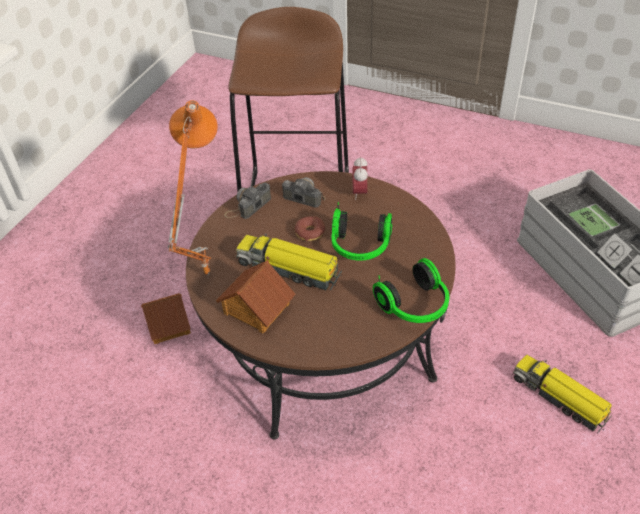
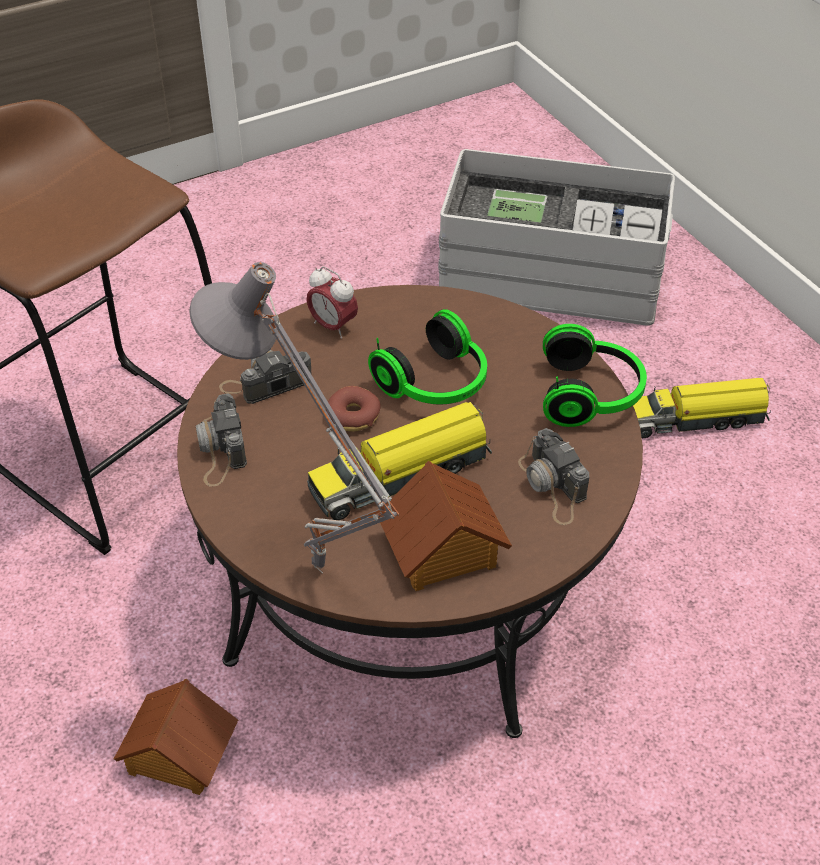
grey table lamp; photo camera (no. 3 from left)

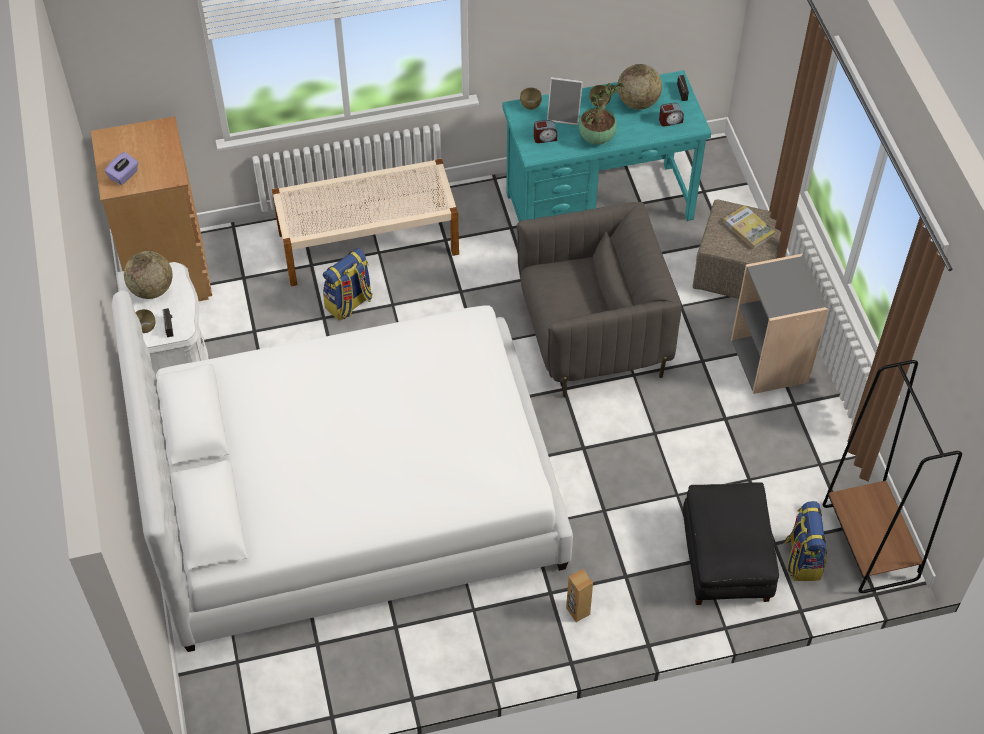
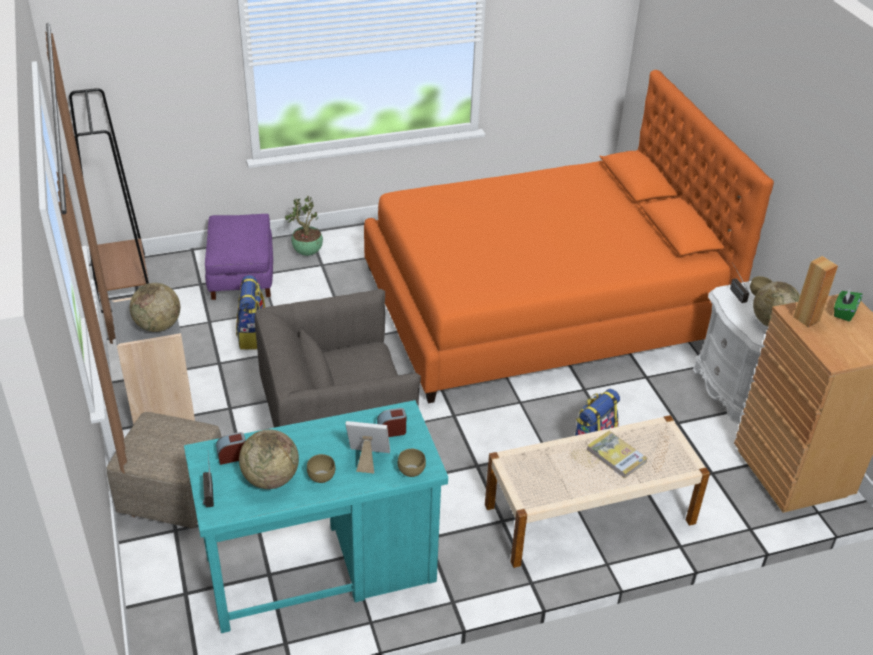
green tissue box; orange bed; brown speaker; potted plant; purple ottoman; book; backpack (no. 1 from left); globe (no. 1 from left)

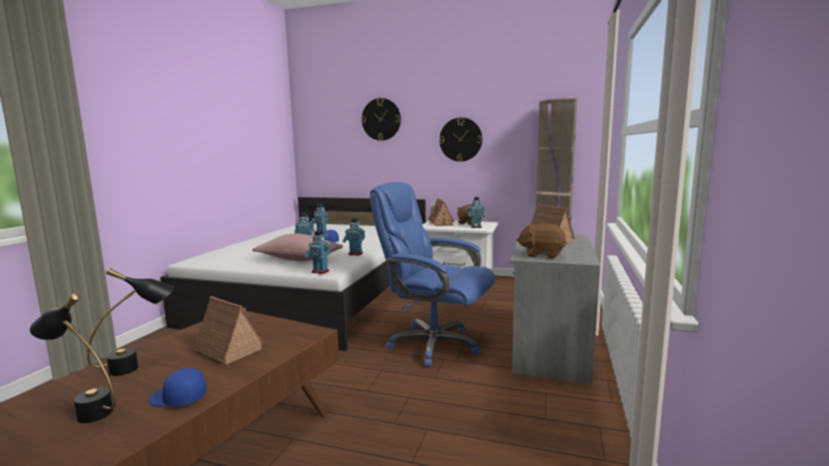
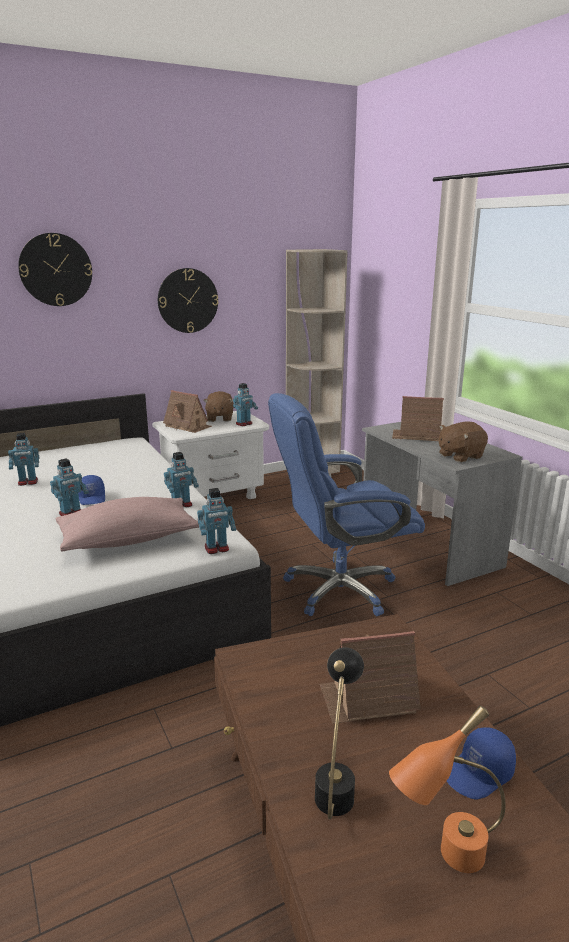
orange table lamp

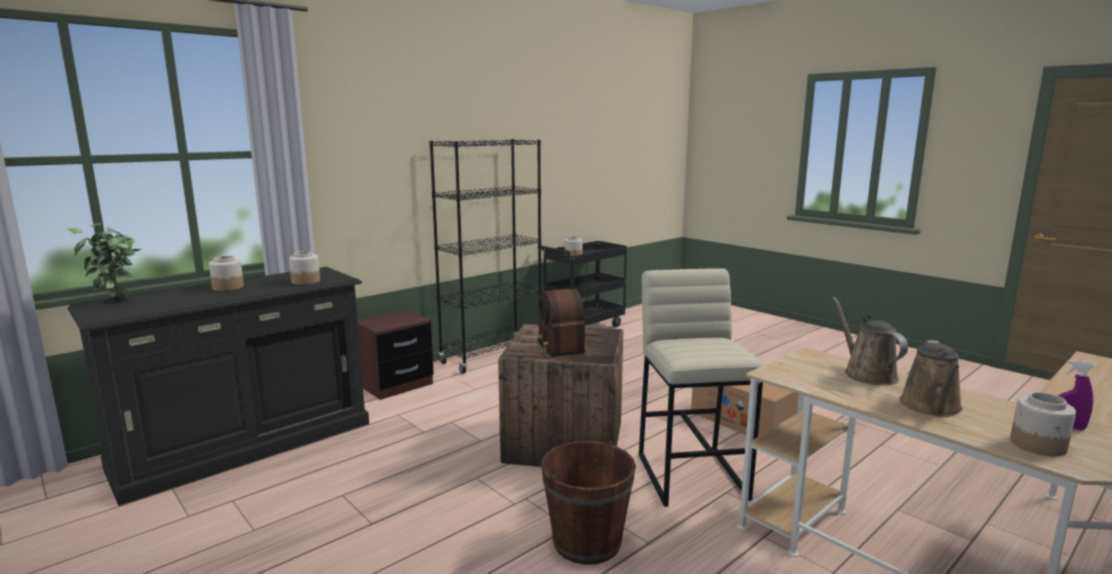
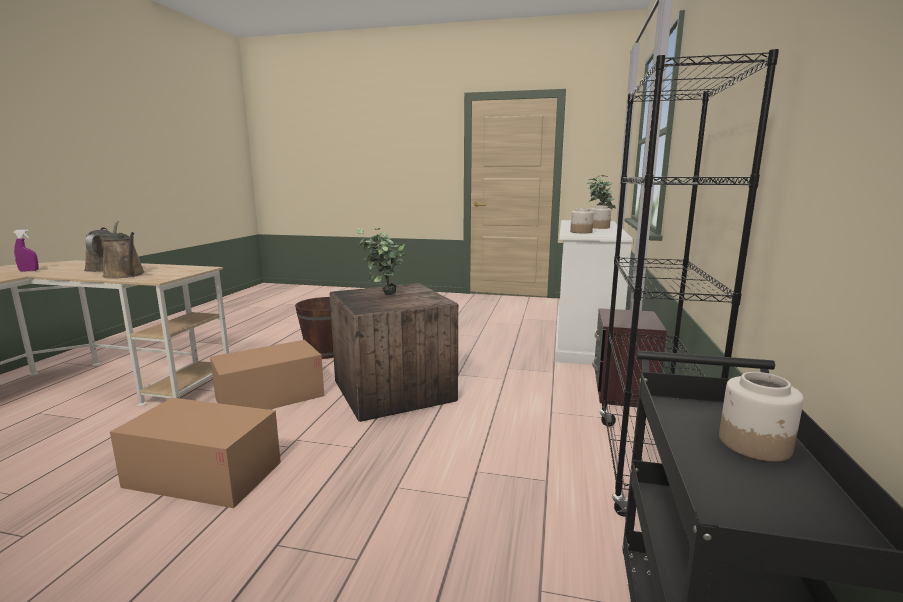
white cabinet; potted plant (no. 1 from left); cardboard box (no. 2 from left); jar (no. 4 from left in the first image)

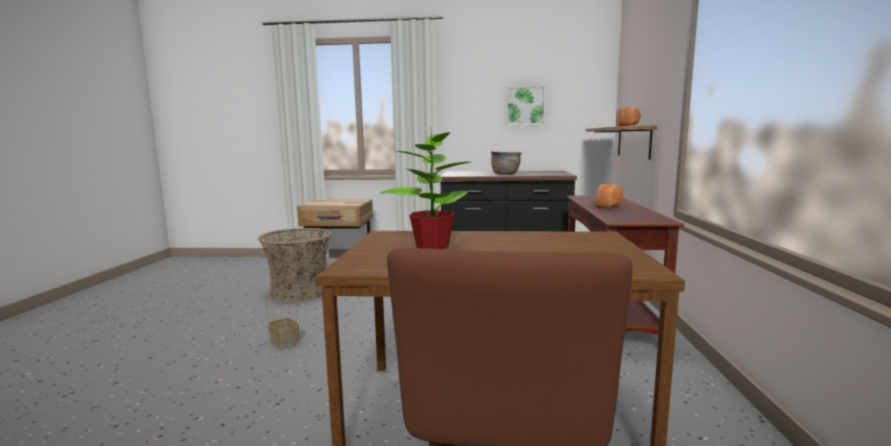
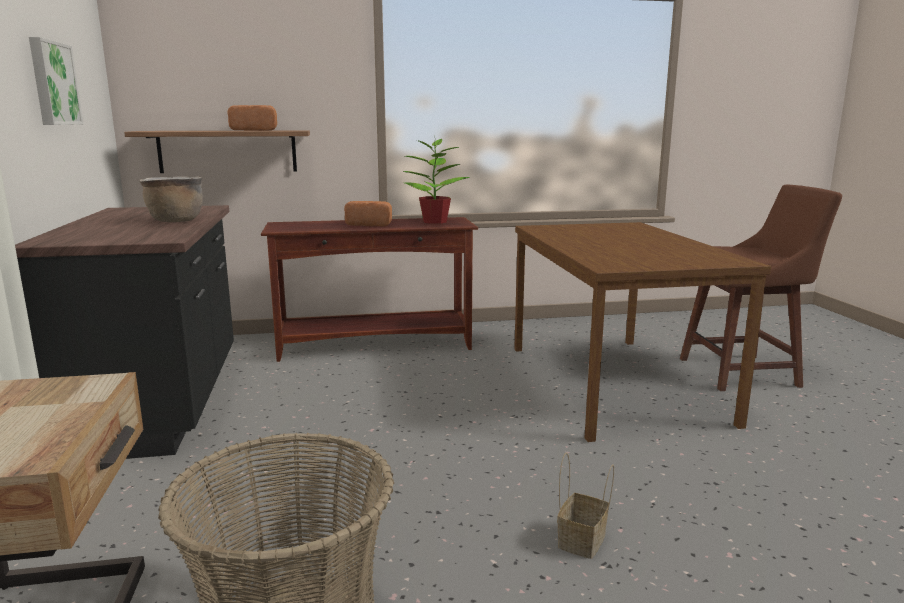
potted plant

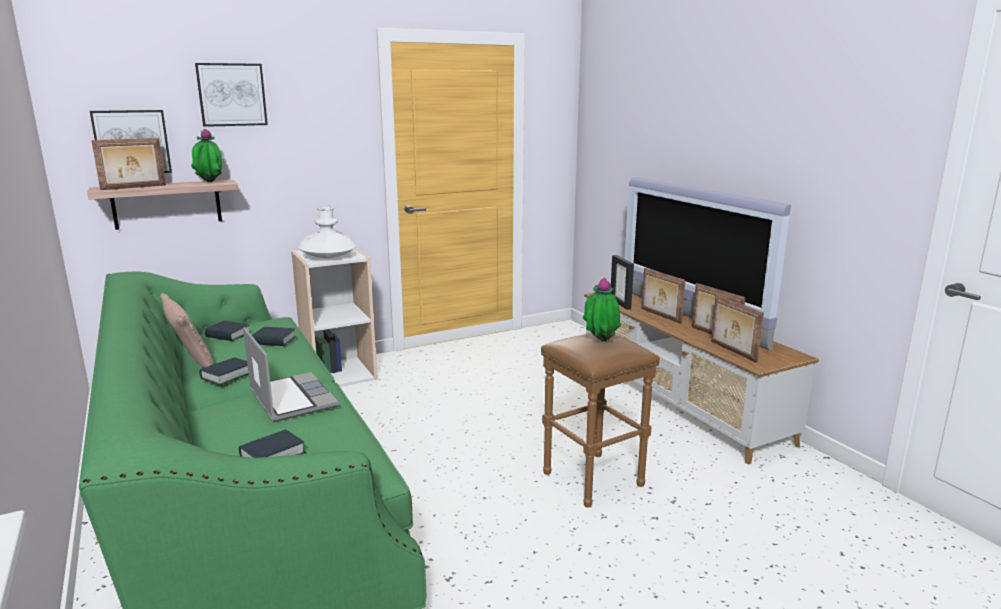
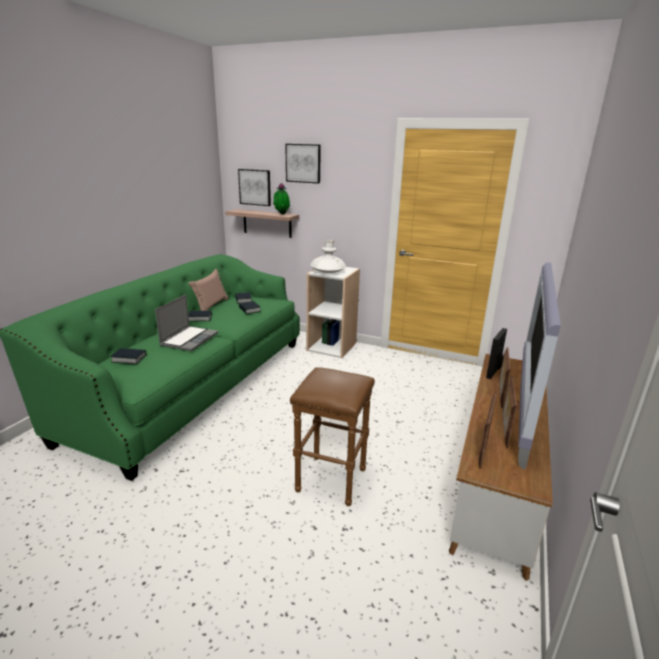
picture frame (no. 1 from left in the first image); potted plant (no. 2 from left in the first image)

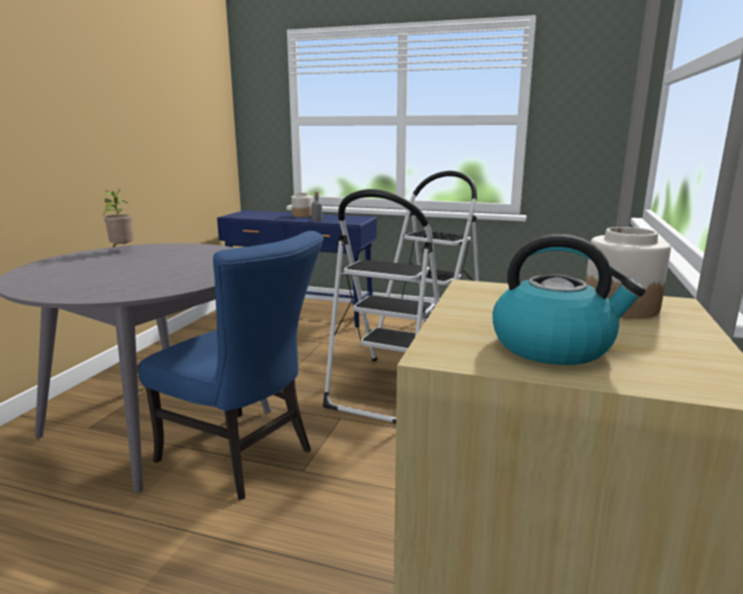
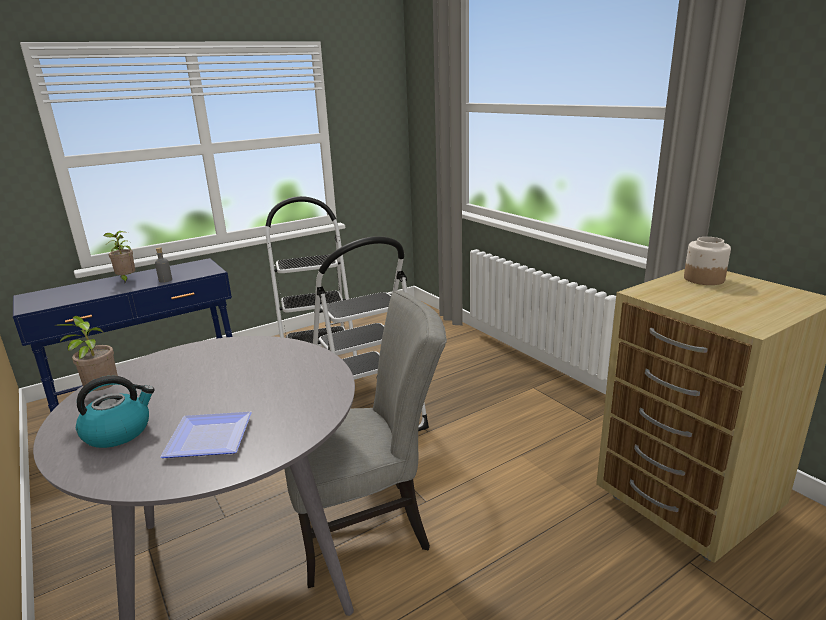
grey chair; potted plant (no. 2 from left); kettle; plate

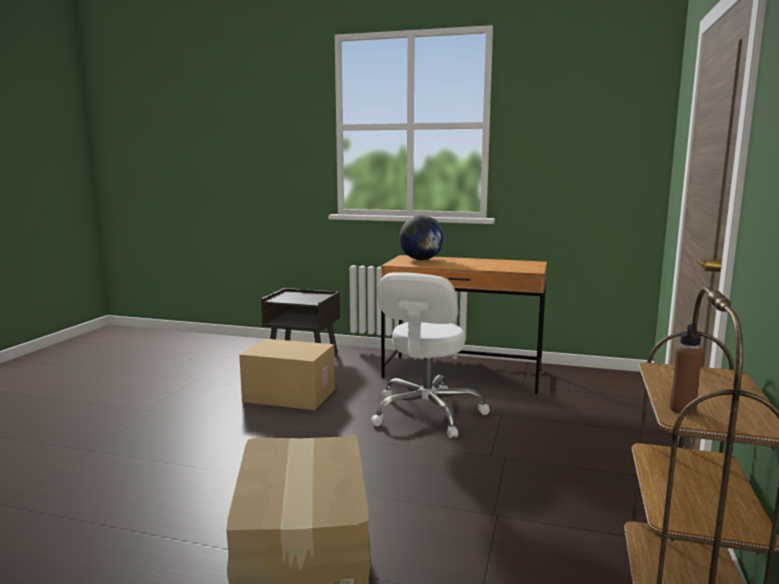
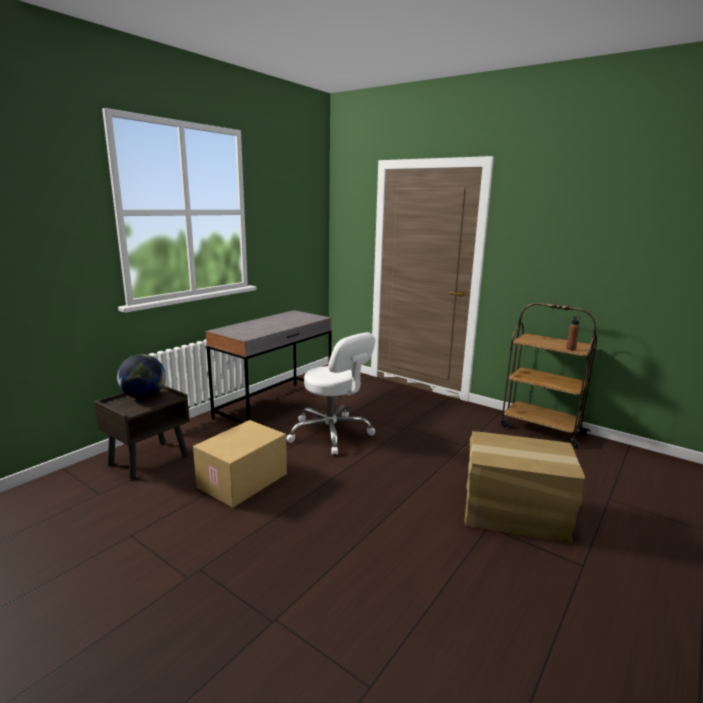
grey desk; globe

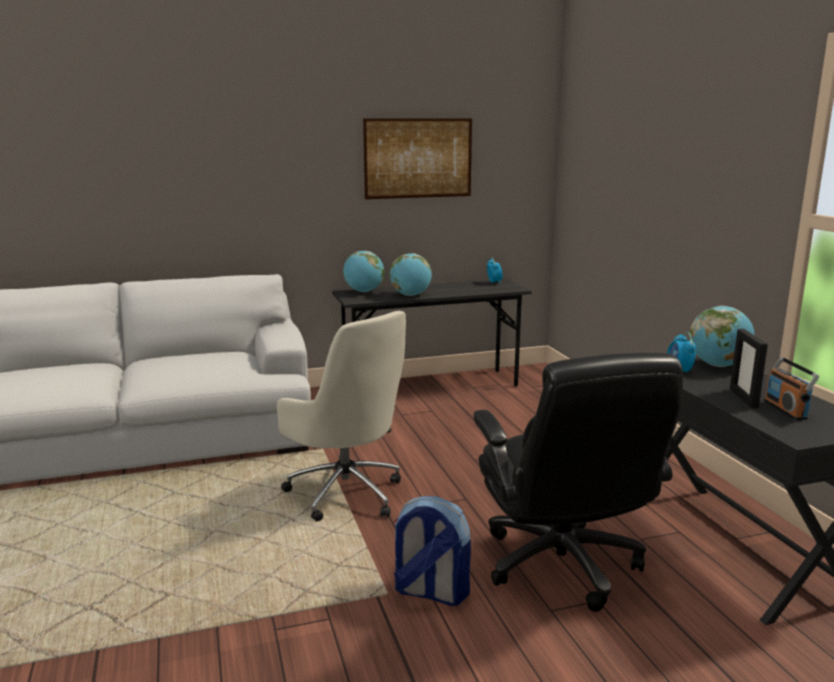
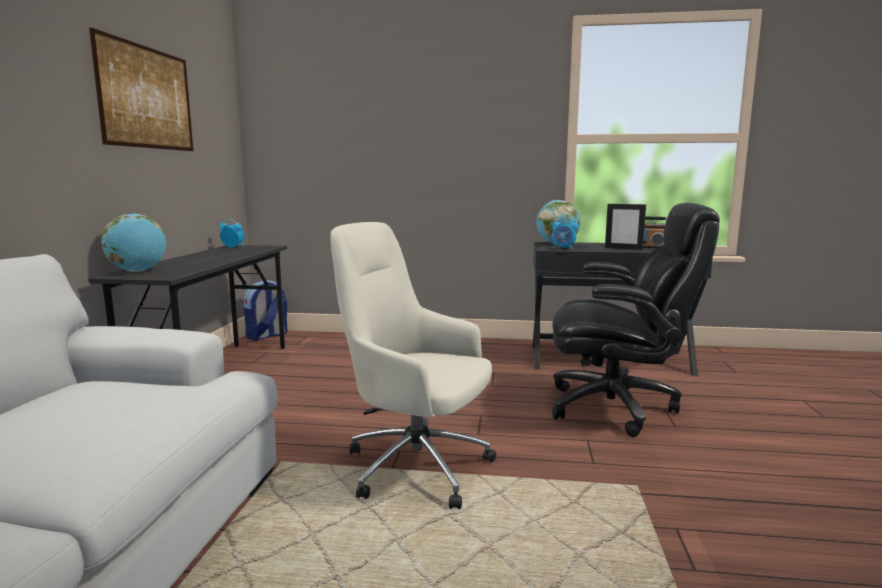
beige office chair; globe (no. 2 from left in the first image); backpack

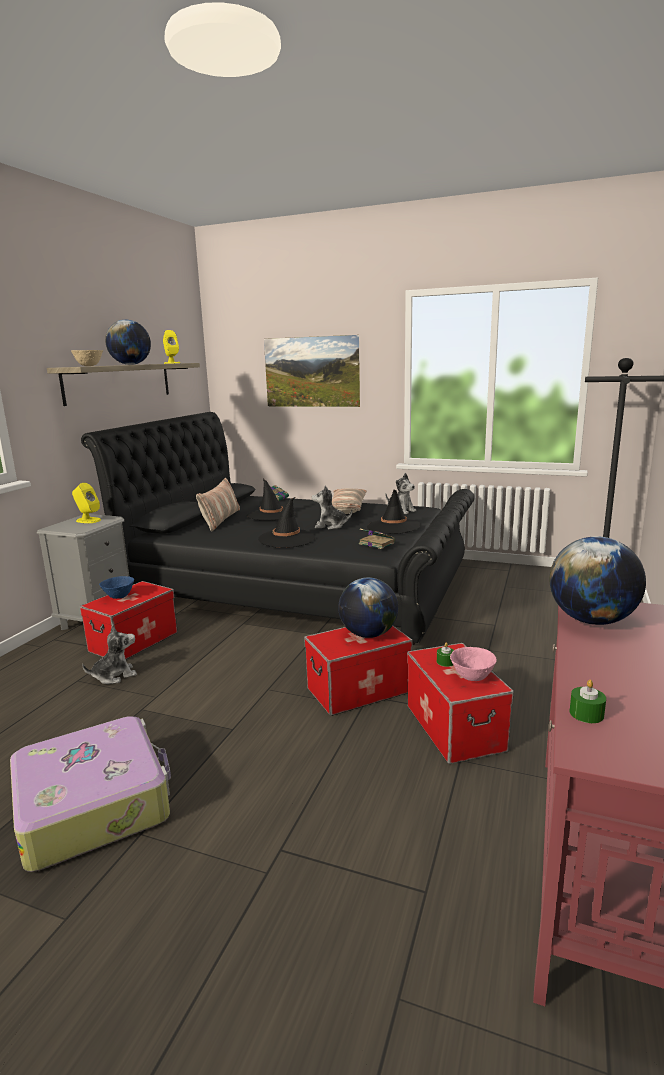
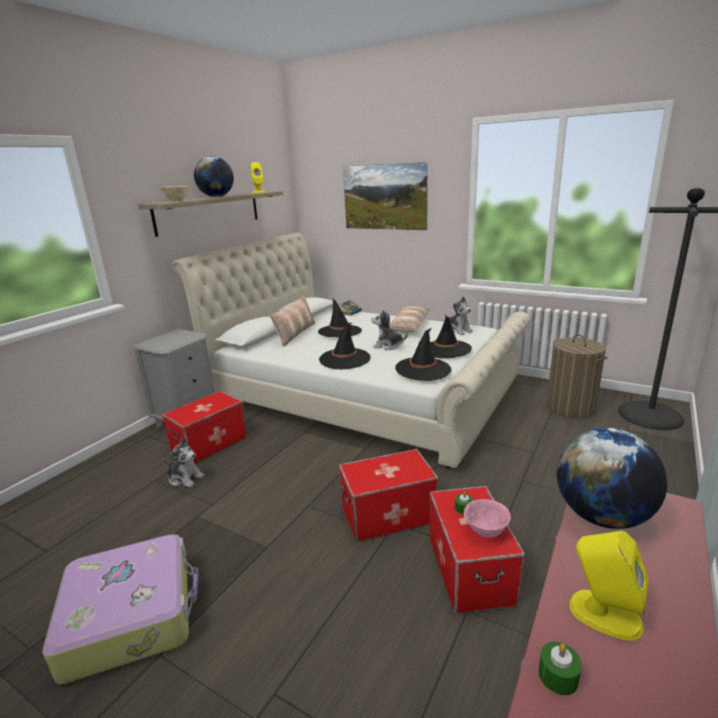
yellow speaker (no. 2 from left); beige bed; plush toy (no. 1 from left); blue bowl; globe (no. 2 from left in the first image); black hat (no. 3 from left); laundry basket

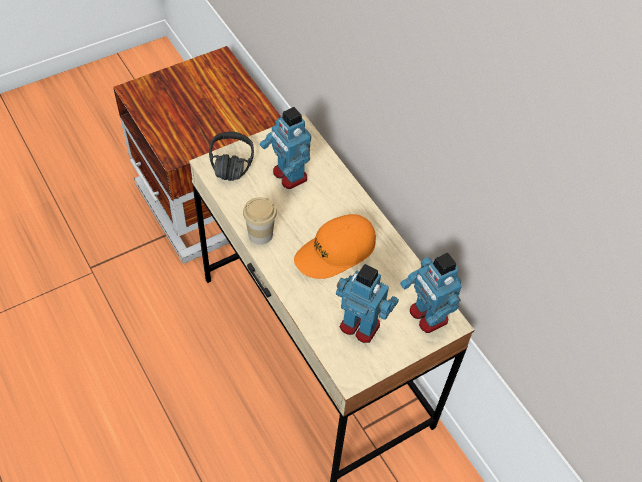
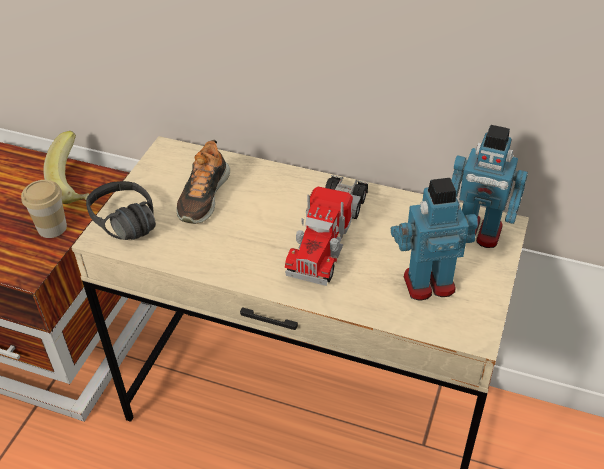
cup; shoe; toy truck; banana

